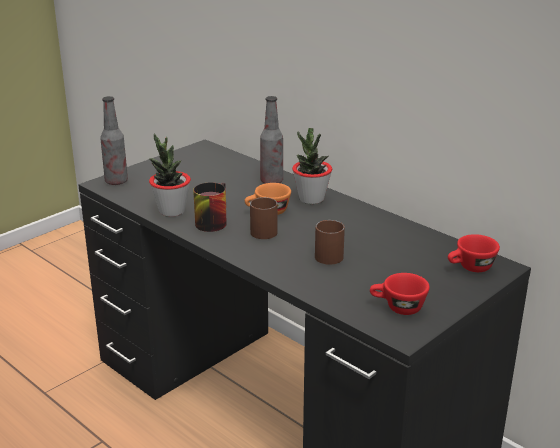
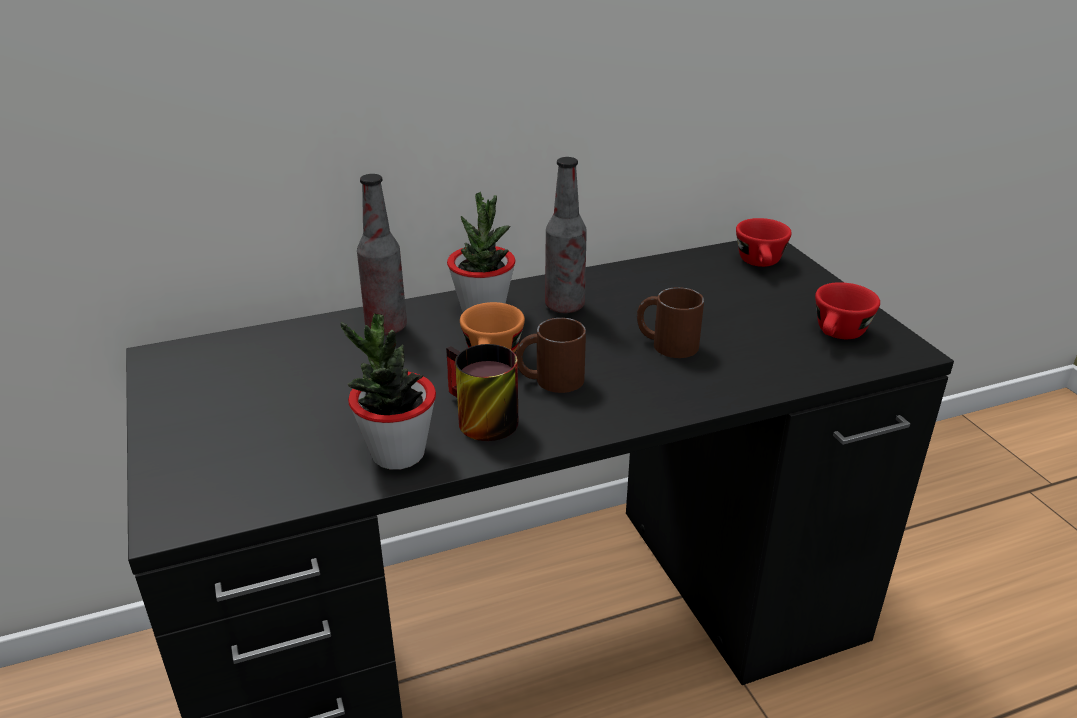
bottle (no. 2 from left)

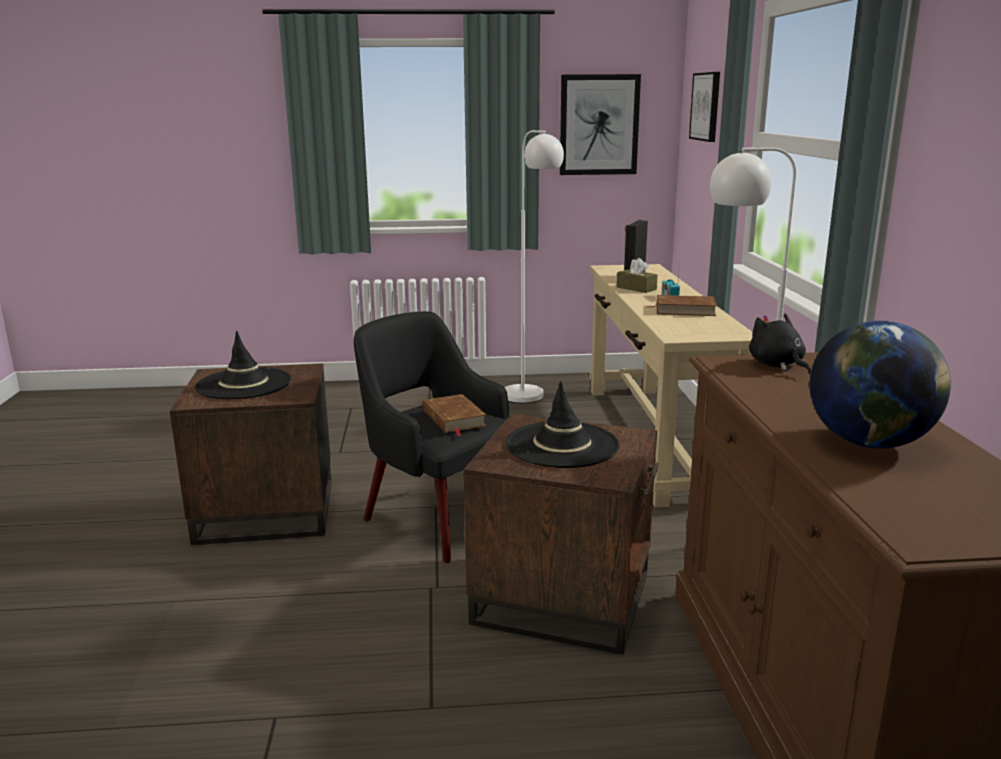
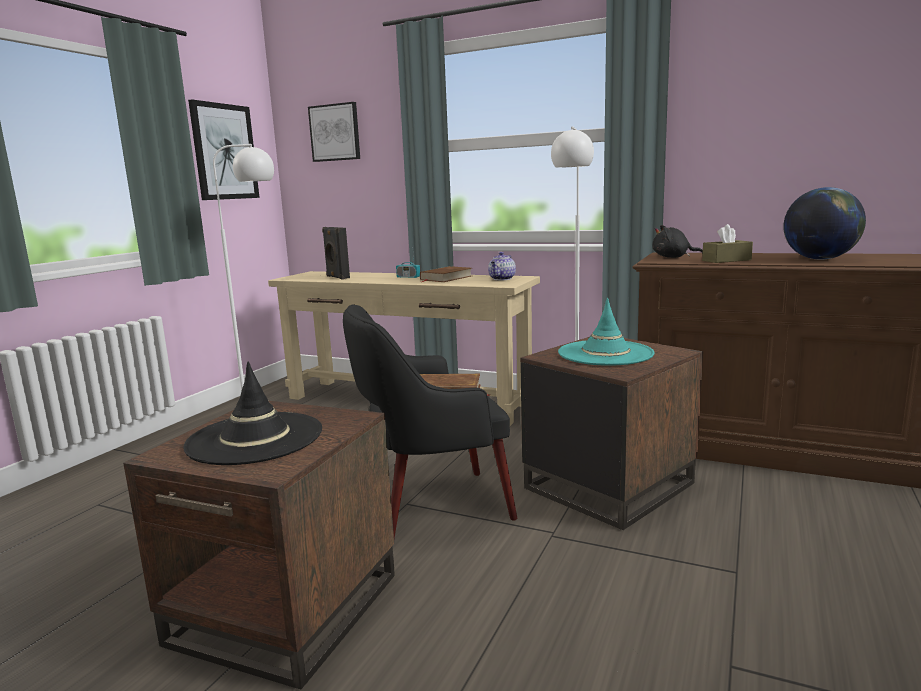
turquoise hat; brown tissue box; teapot

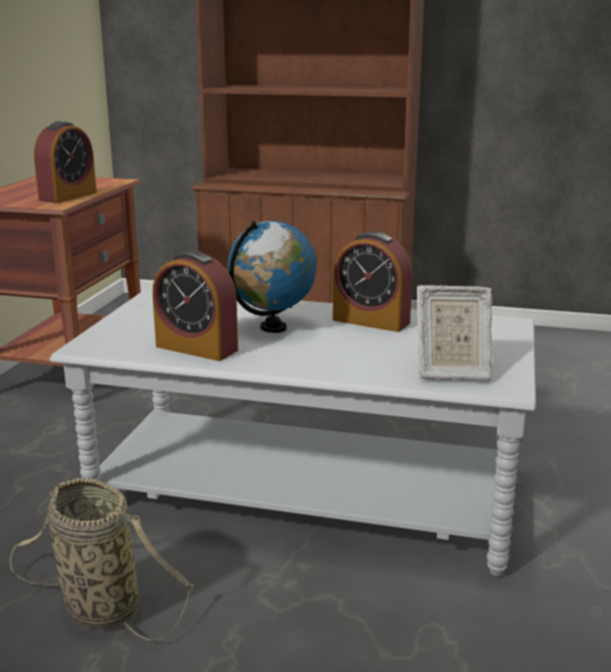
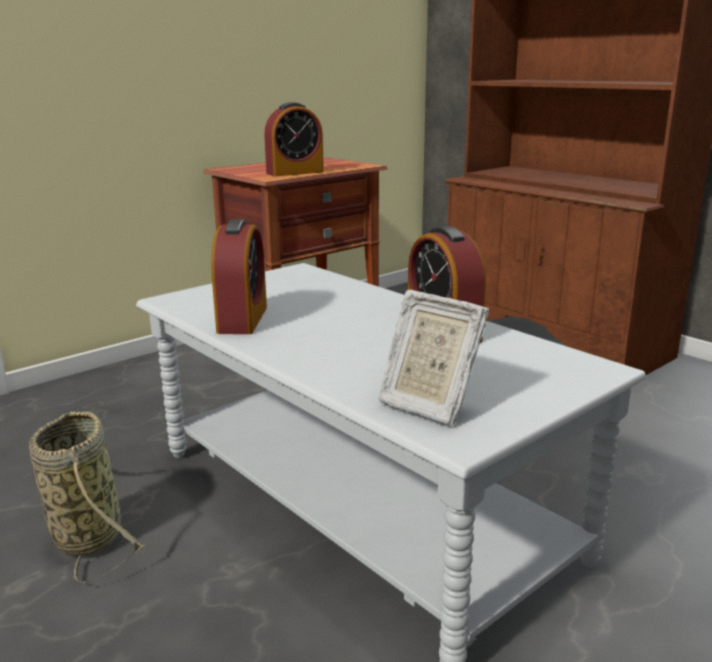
alarm clock (no. 1 from left); globe

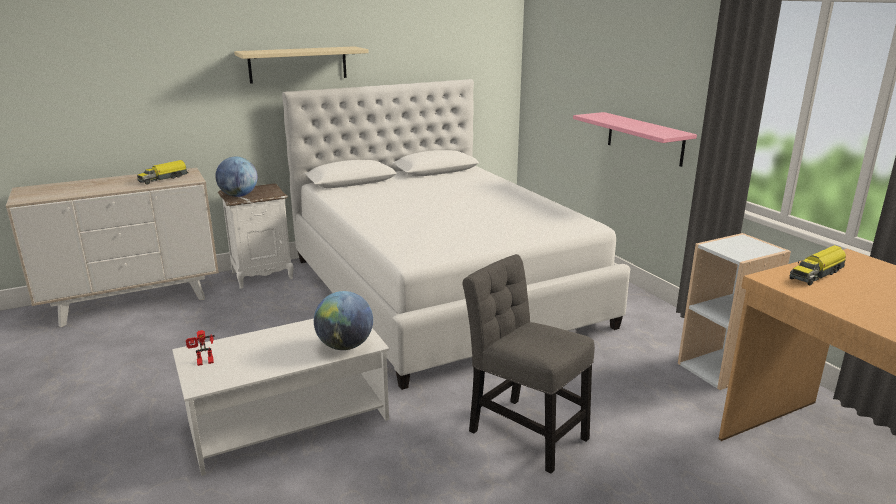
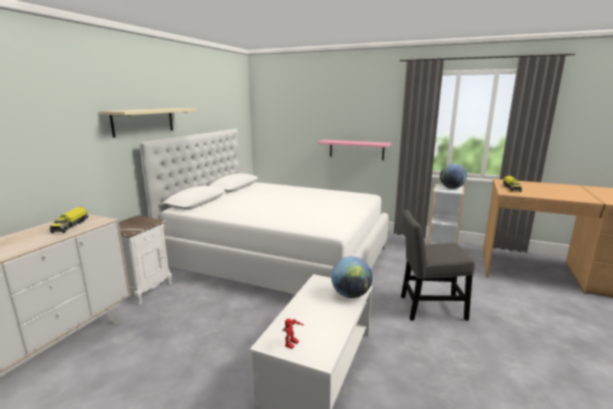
globe (no. 2 from left)

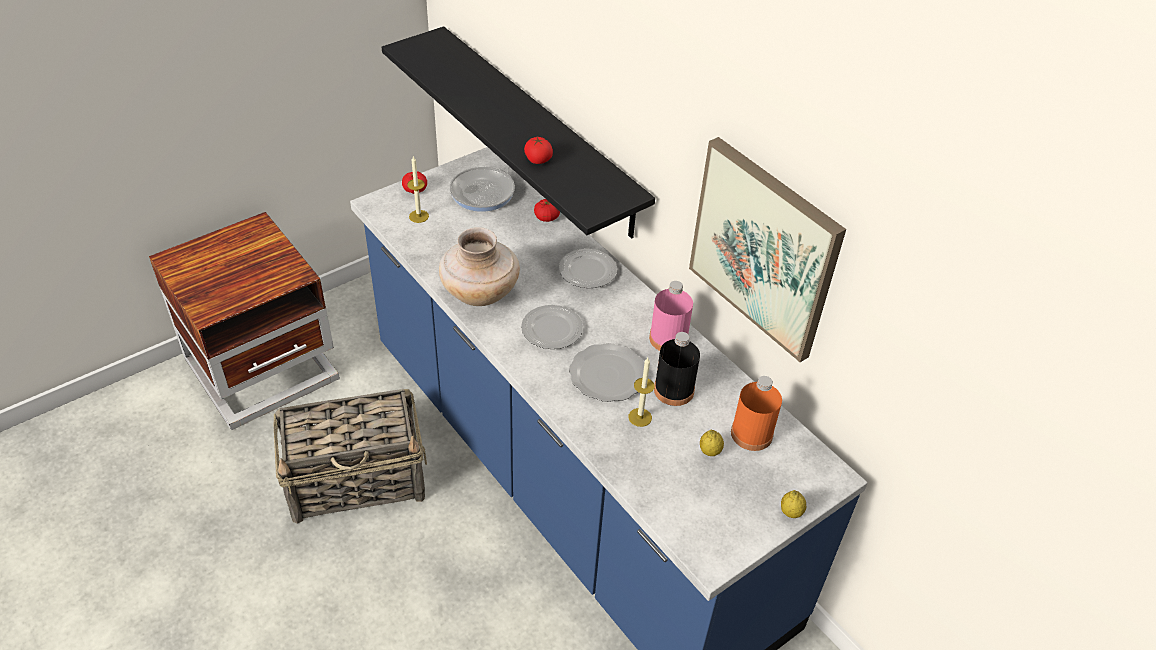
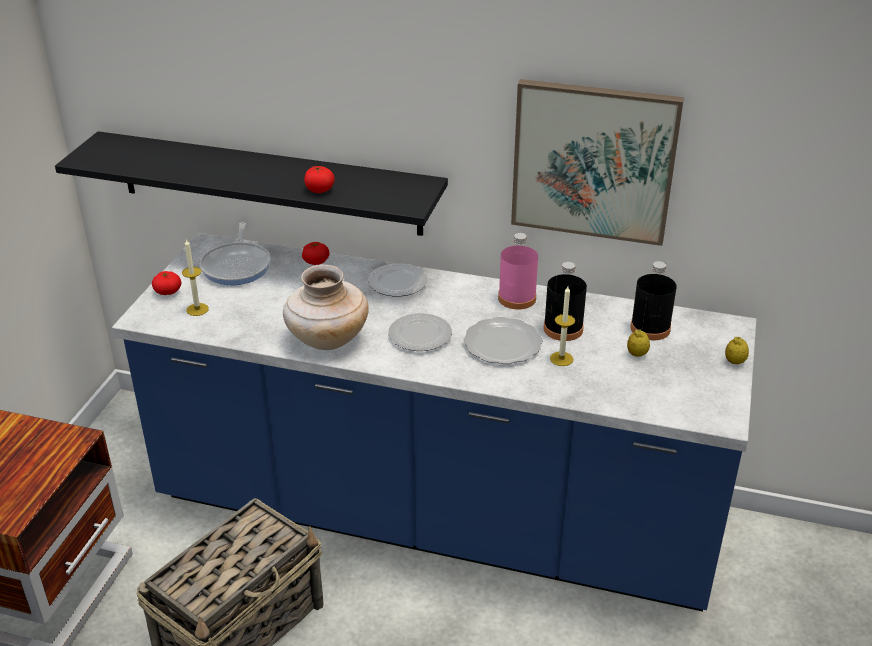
black bottle (no. 2 from left)

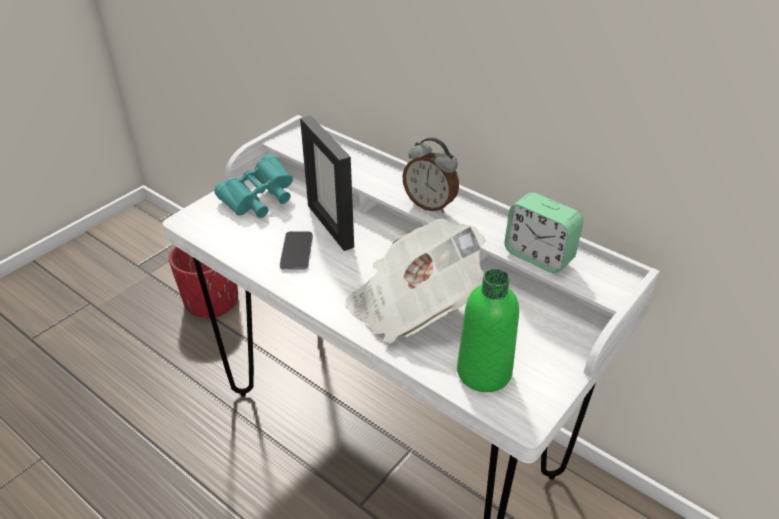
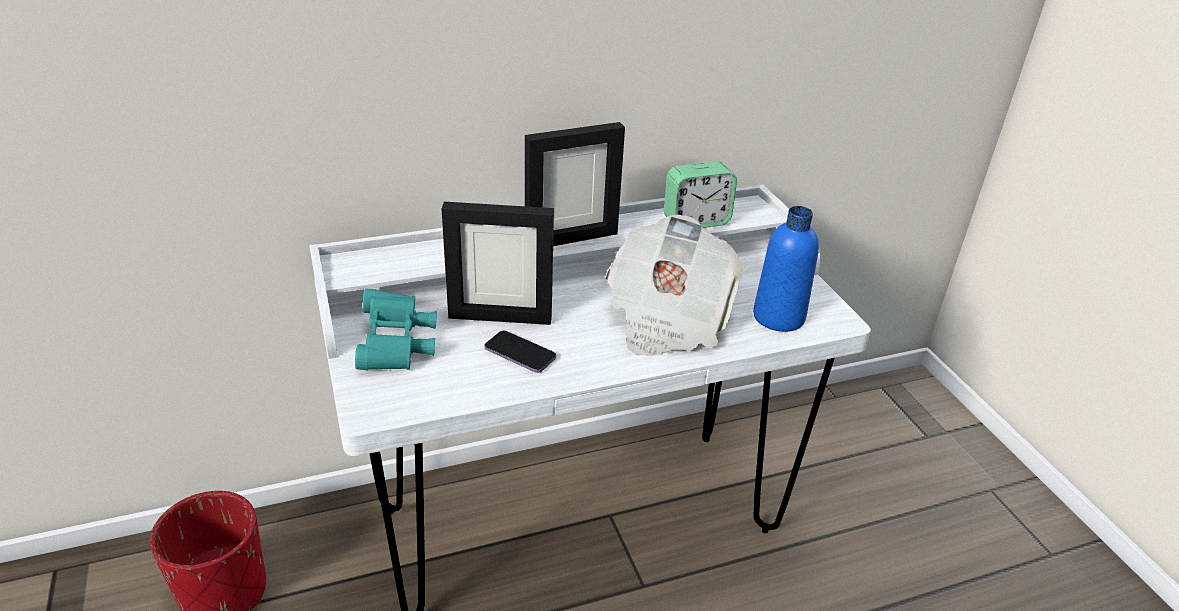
picture frame (no. 2 from left); blue bottle

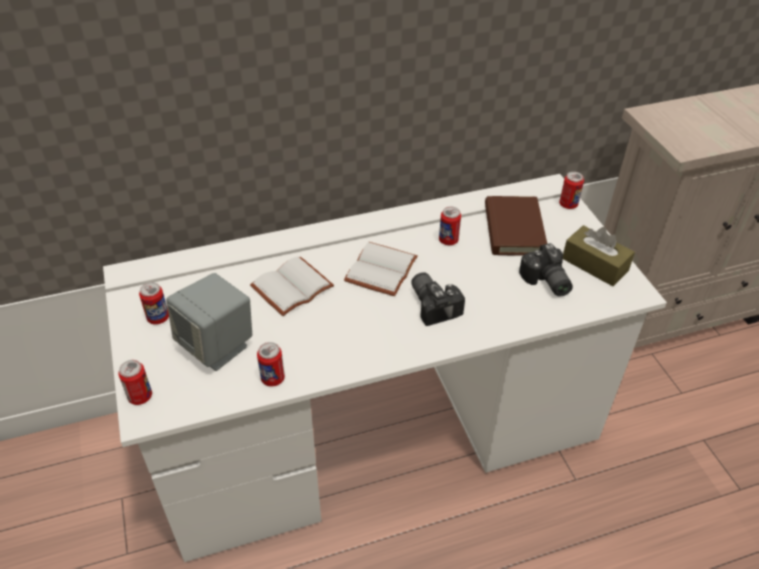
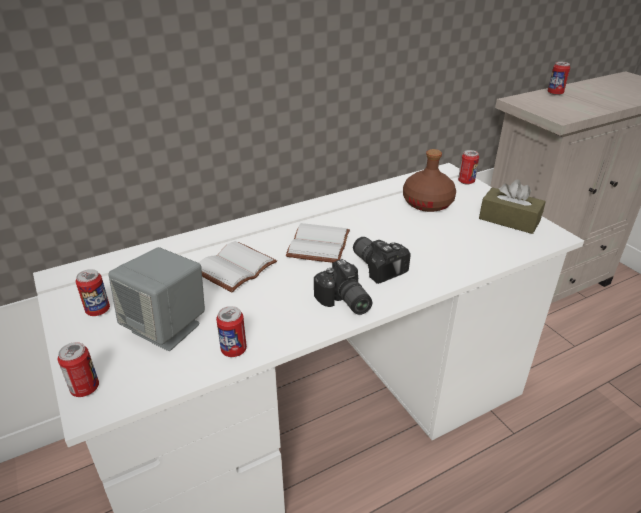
can (no. 5 from left); brown bottle; photo camera (no. 1 from left)

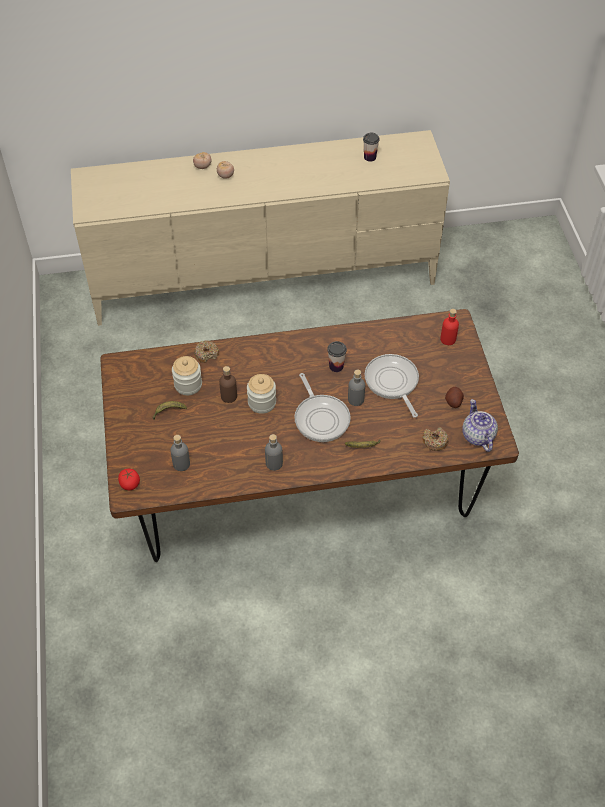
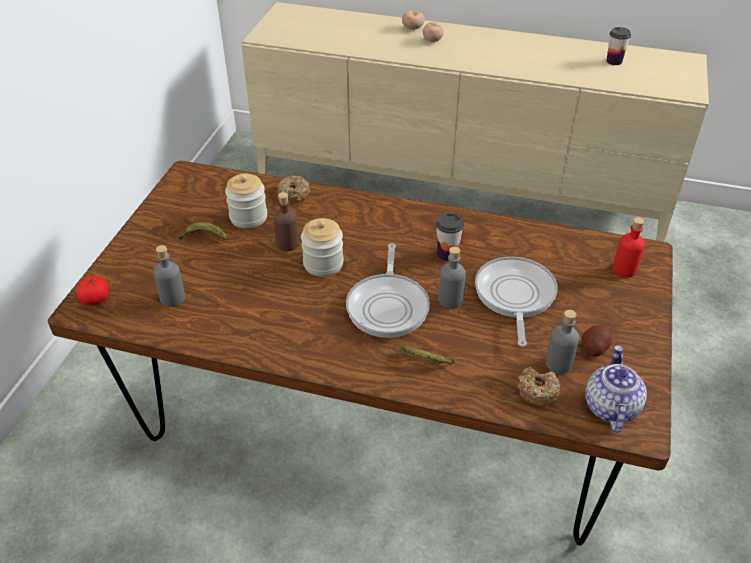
grey bottle (no. 3 from left)

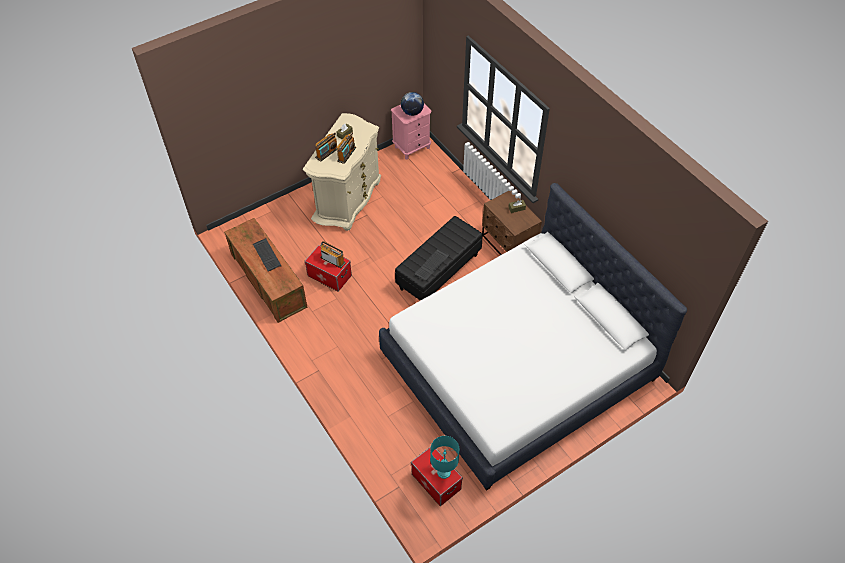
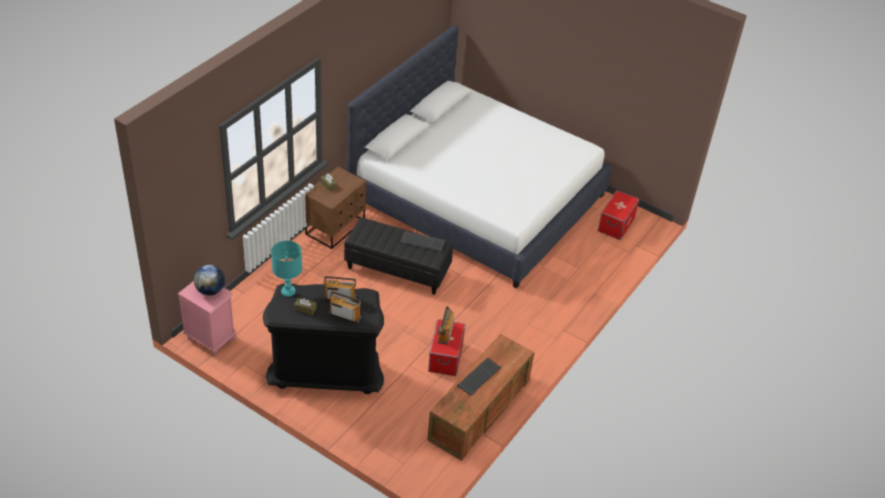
black dresser; turquoise table lamp

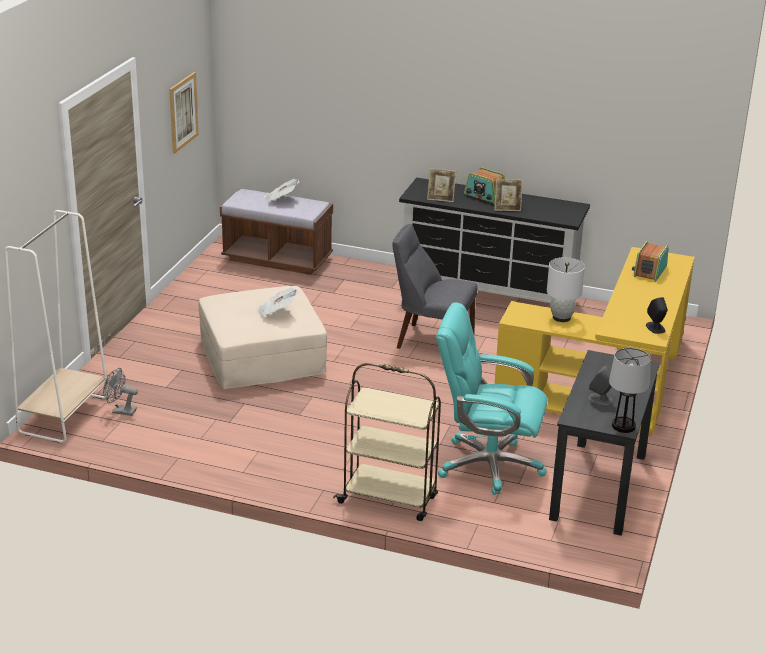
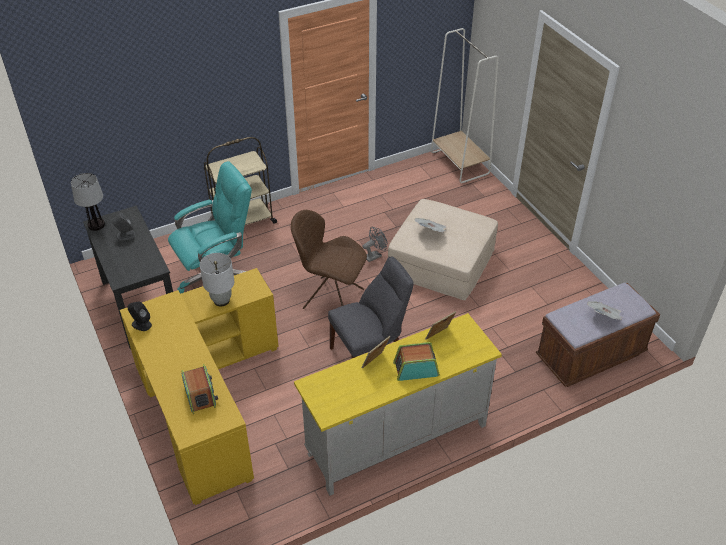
grey fan; picture; yellow dresser; brown chair

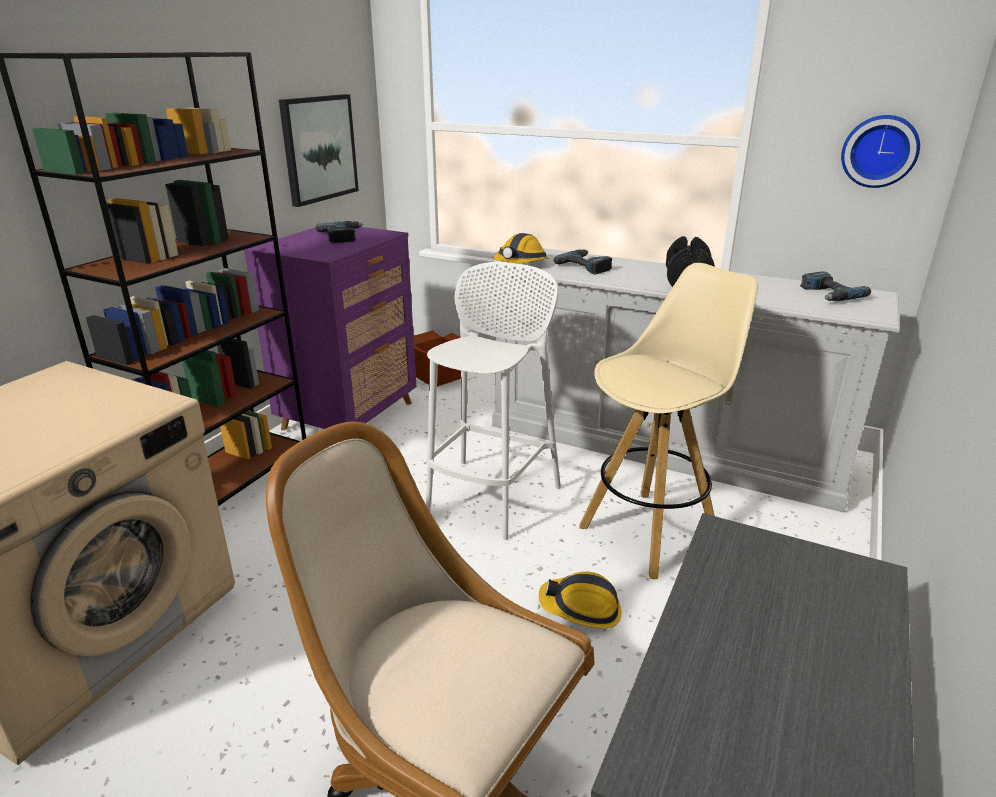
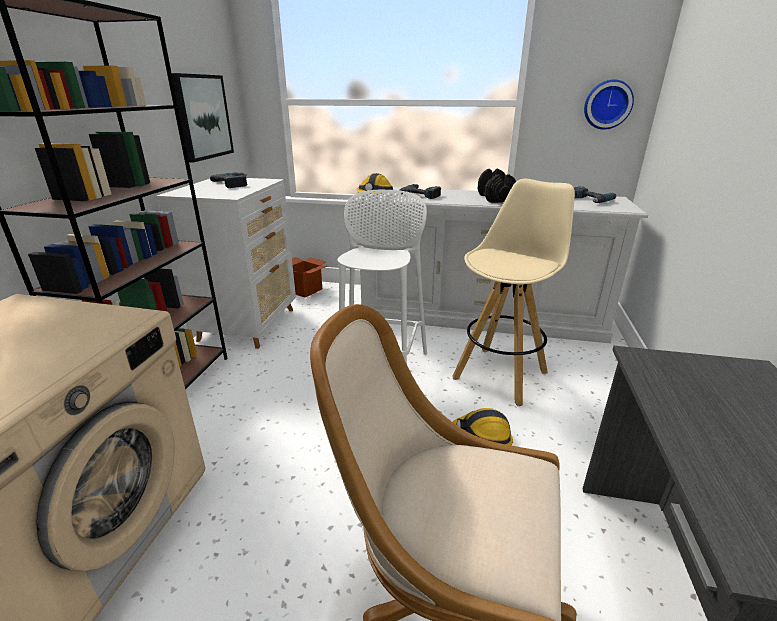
white dresser

